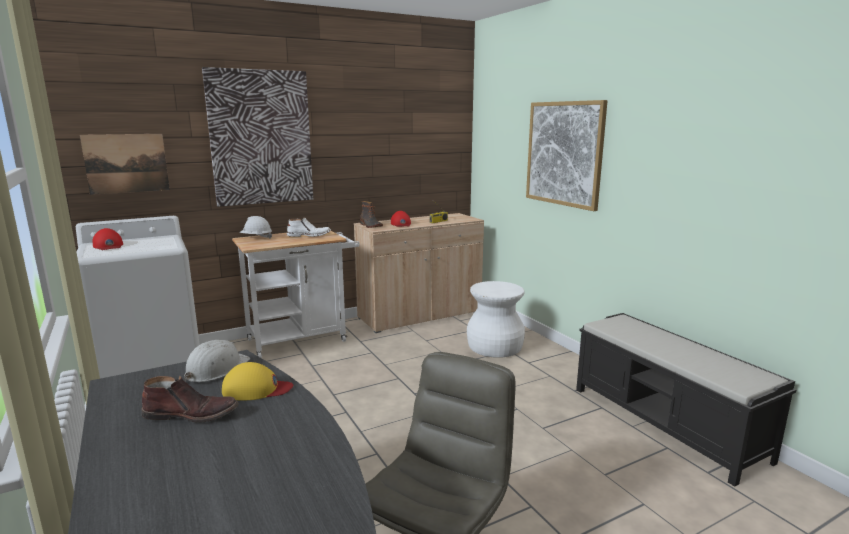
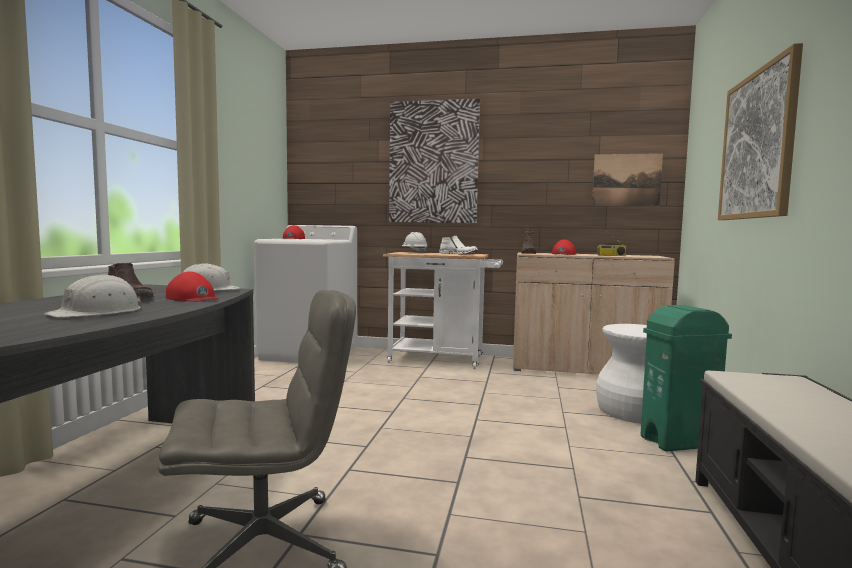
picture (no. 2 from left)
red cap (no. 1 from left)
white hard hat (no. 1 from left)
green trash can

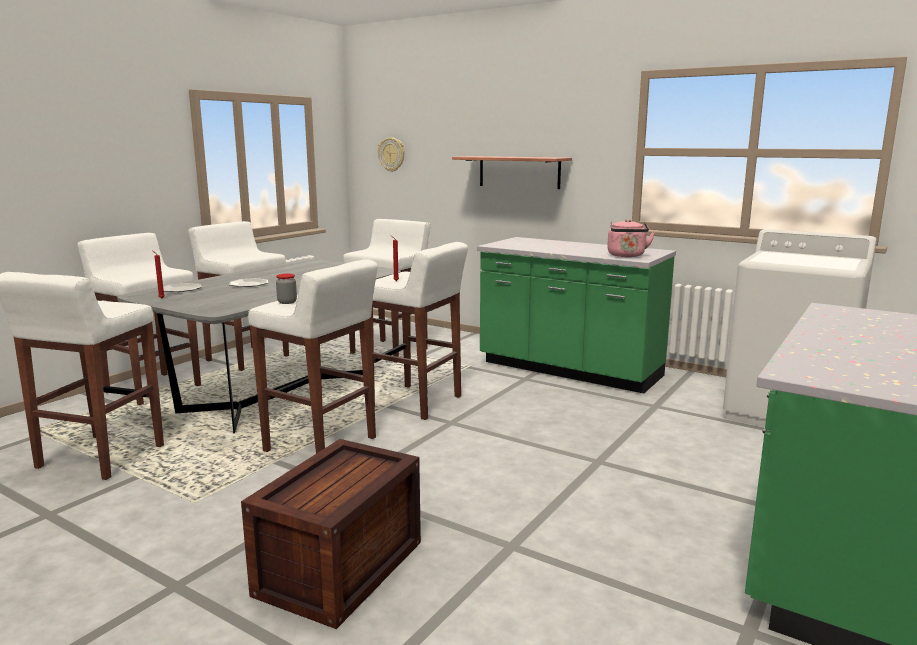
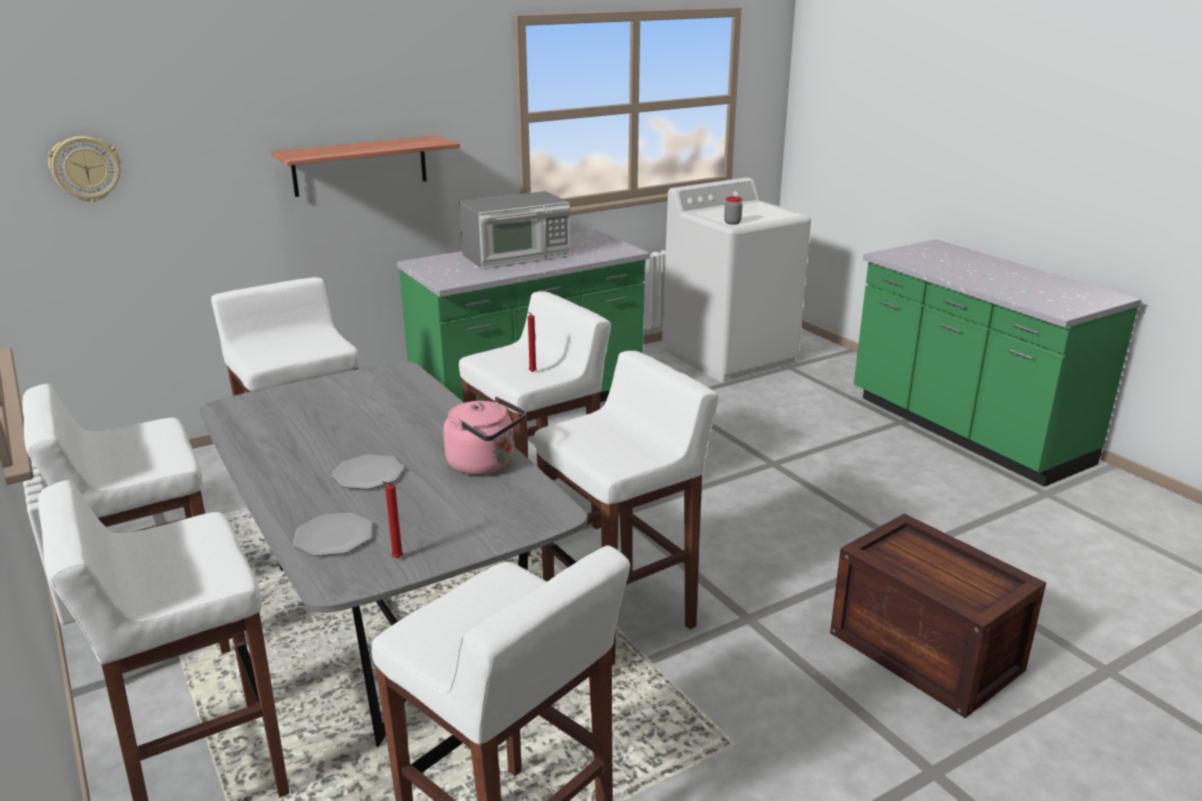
pink kettle
jar
microwave

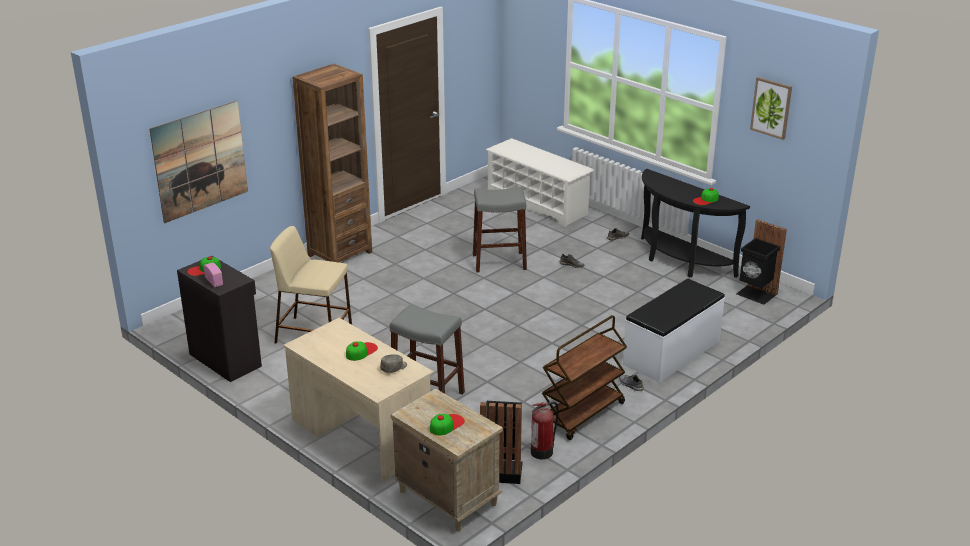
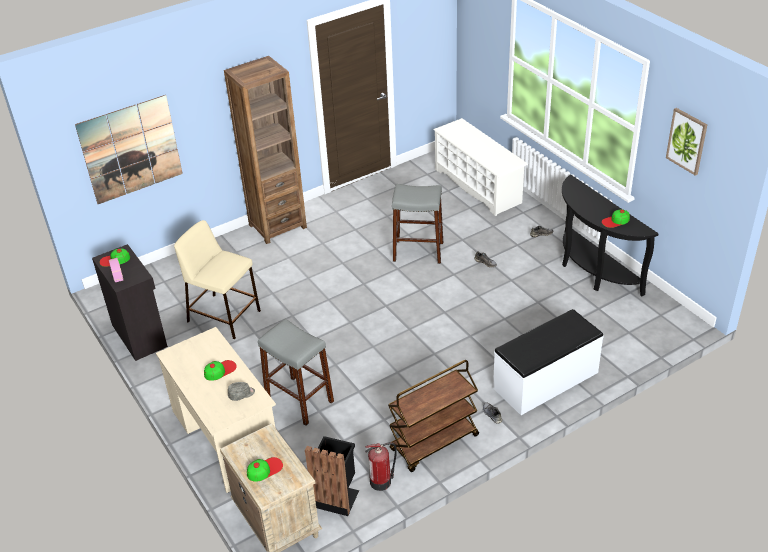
black trash can (no. 2 from left in the first image)

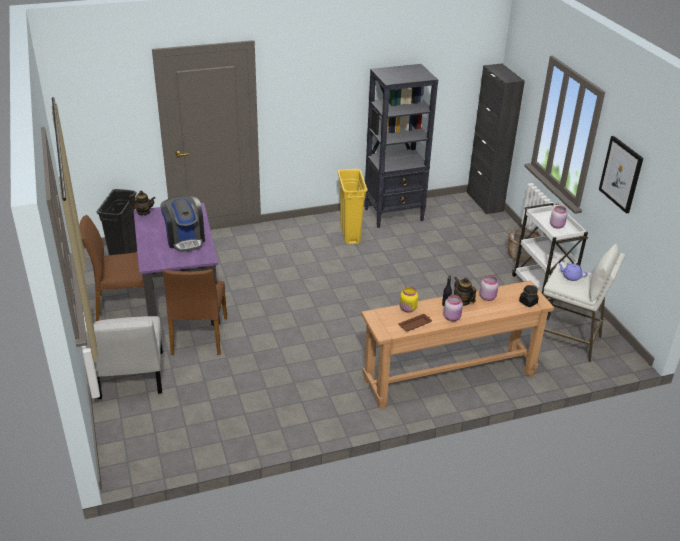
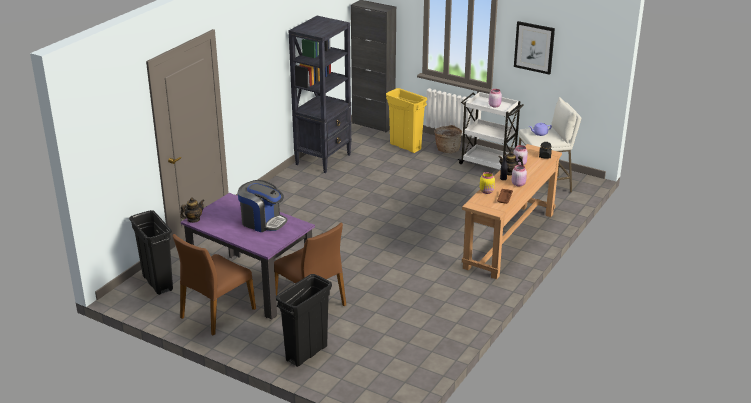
yellow trash can
black trash can (no. 2 from left)

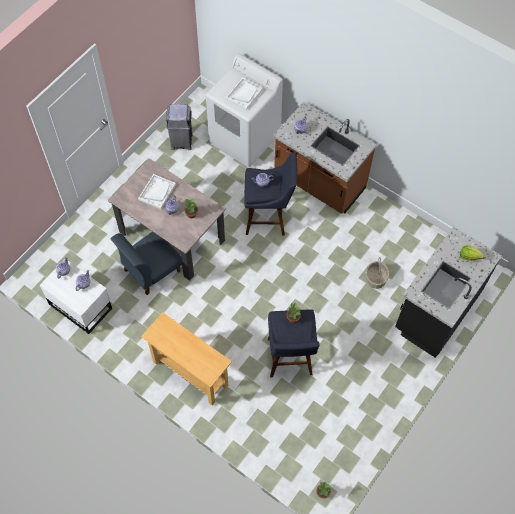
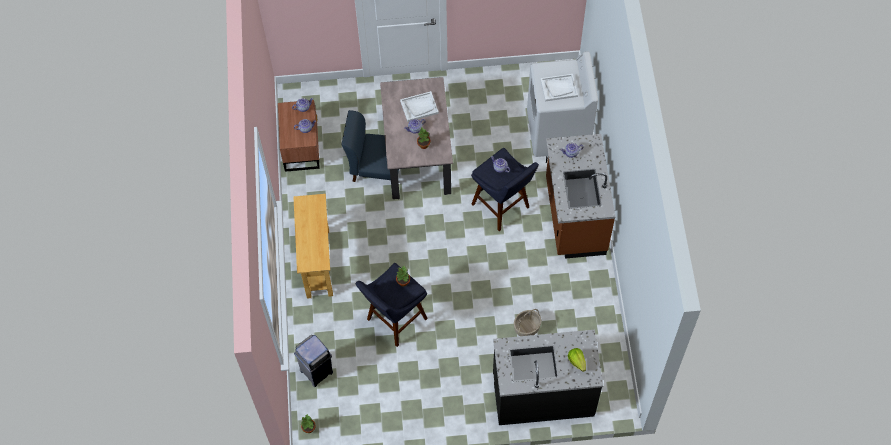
grey trash can
brown nightstand

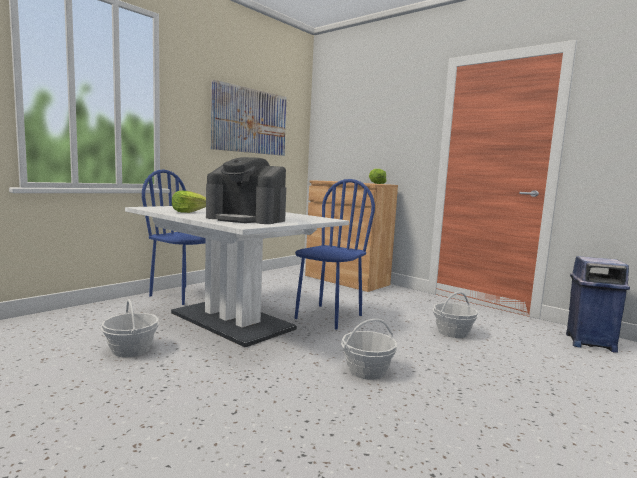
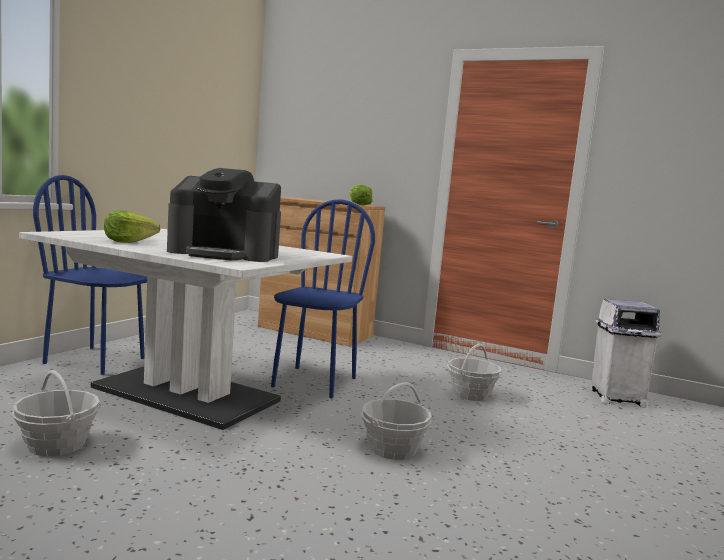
picture
white trash can

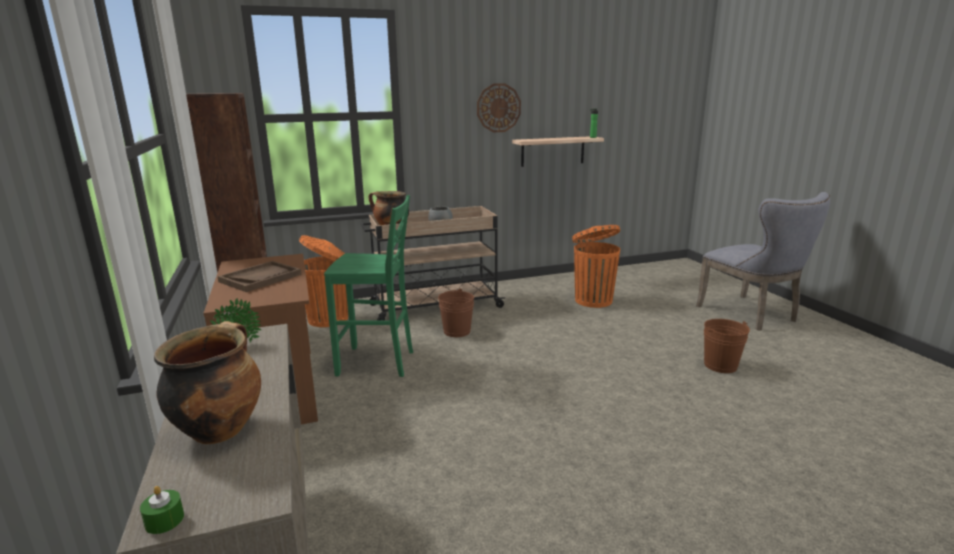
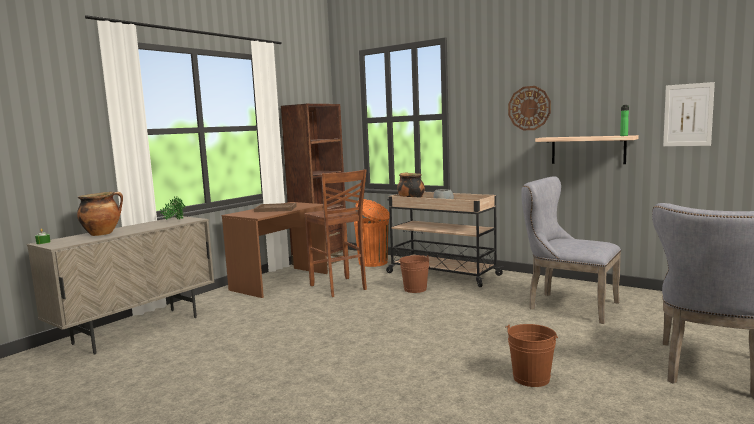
brown stool
grey chair (no. 1 from left)
picture

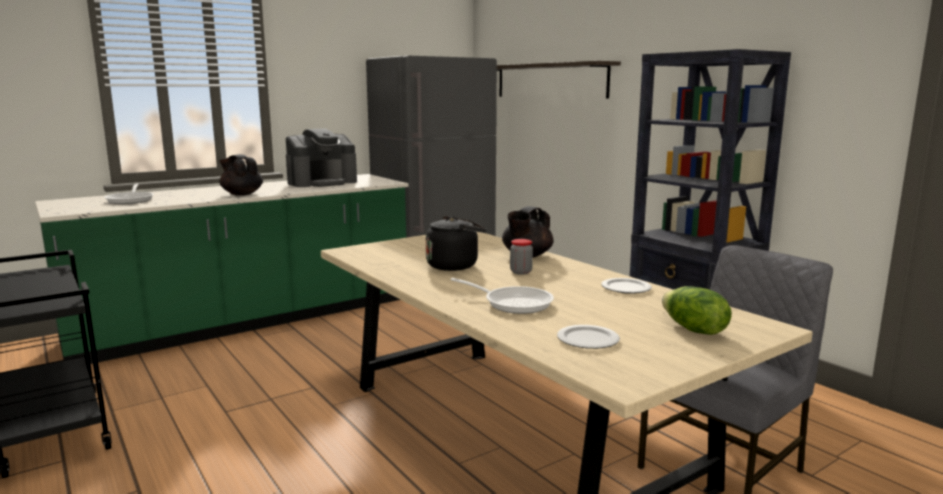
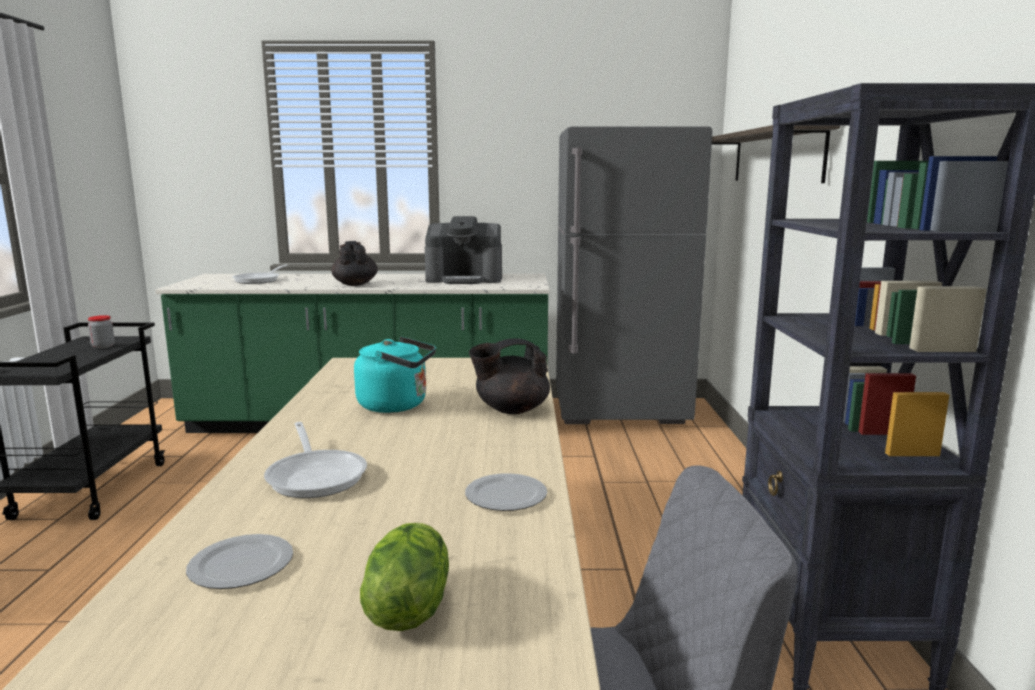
turquoise kettle
jar

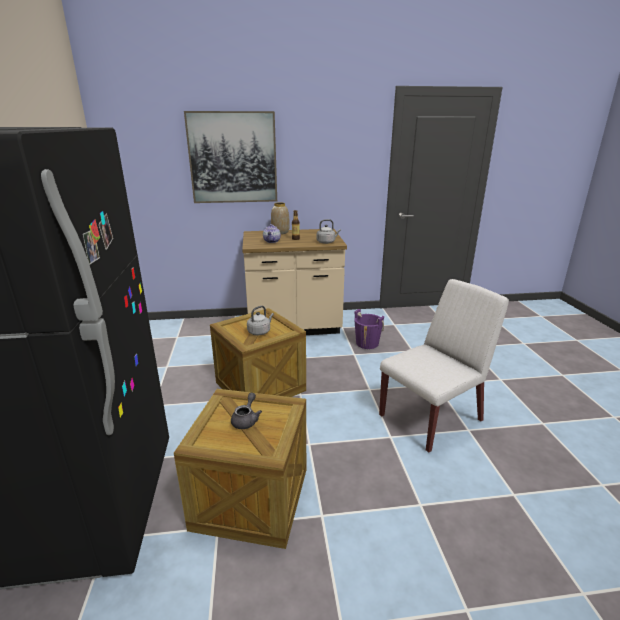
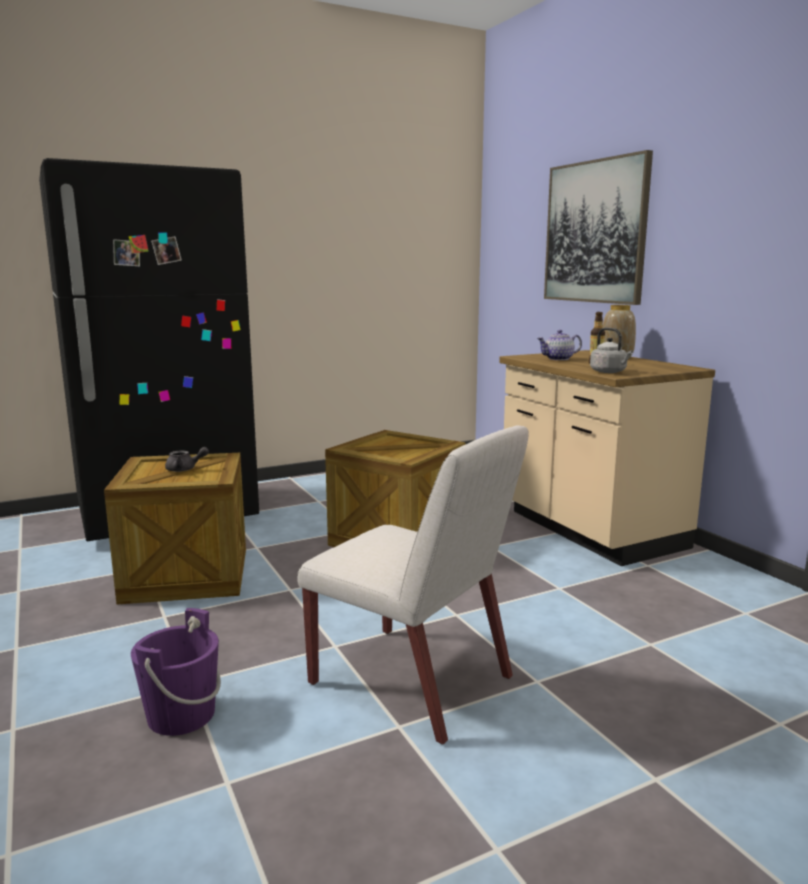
grey kettle (no. 1 from left in the first image)
purple bucket

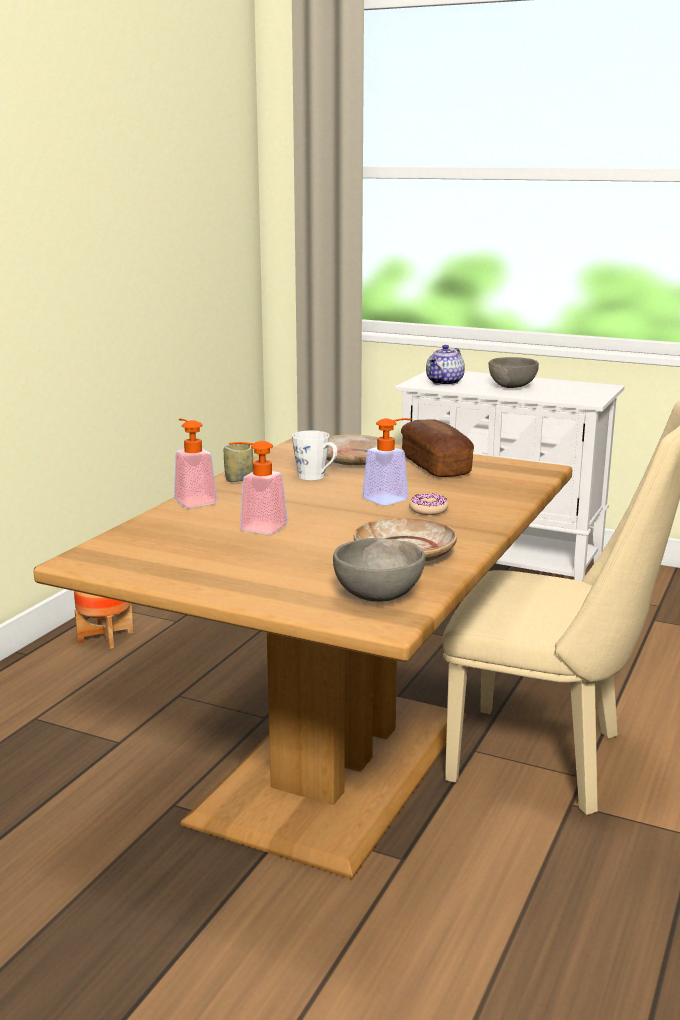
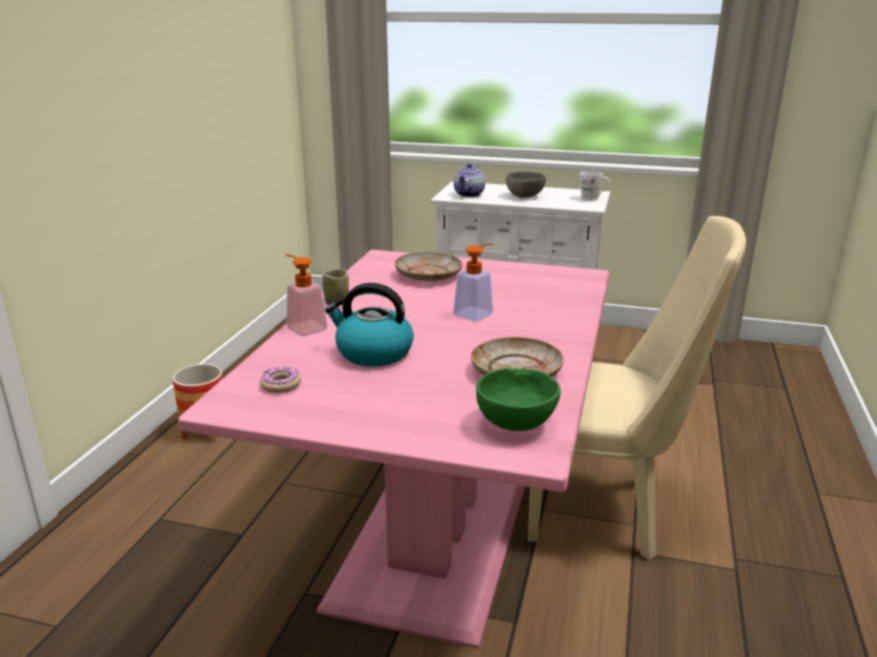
bread
white mug
pink dining table
kettle
donut
green bowl

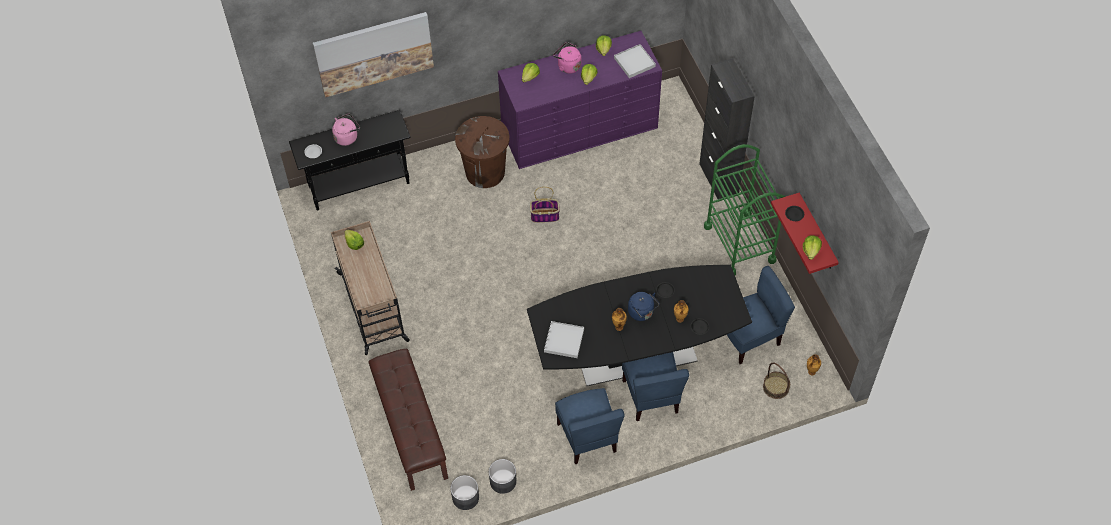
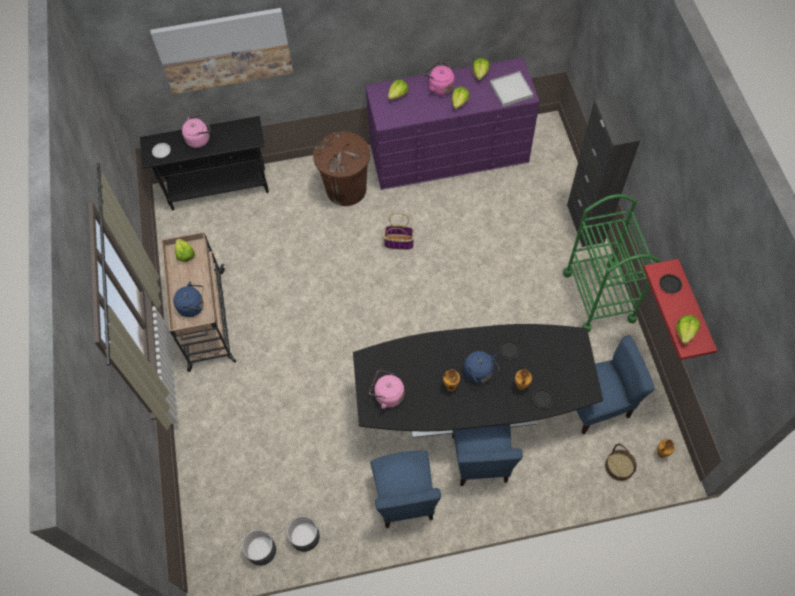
pink kettle (no. 2 from left)
brown bench
blue kettle (no. 1 from left)

